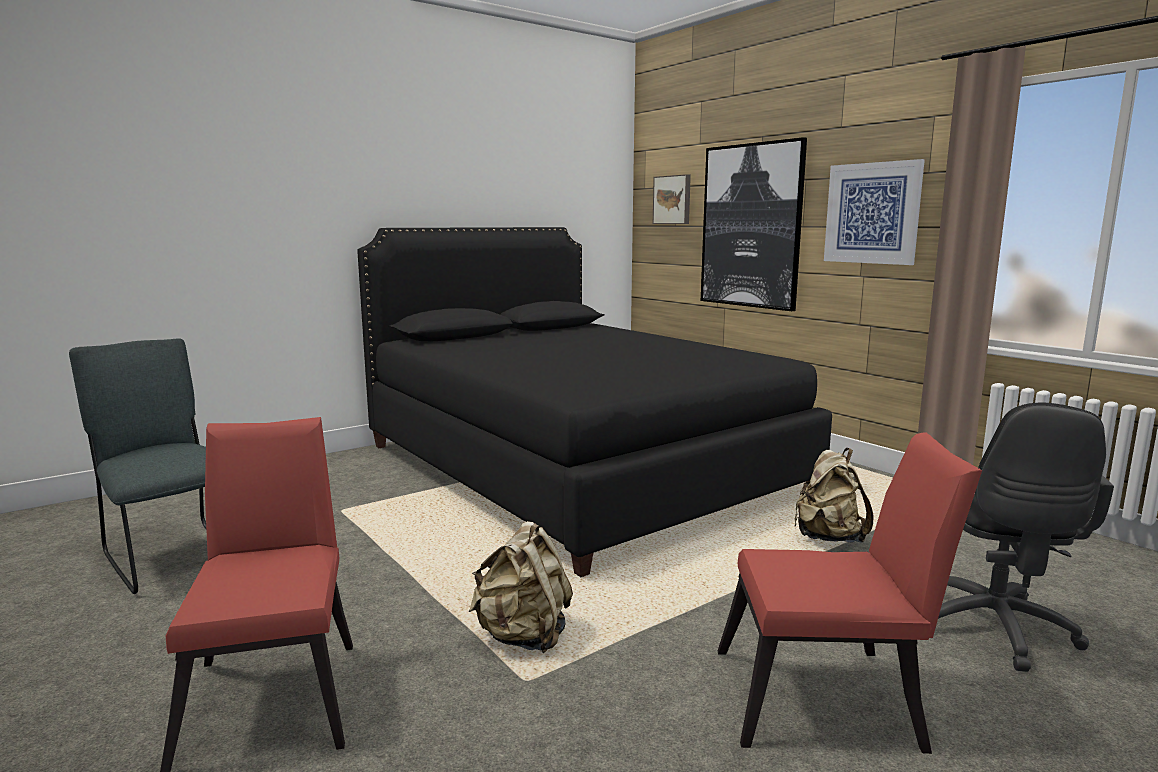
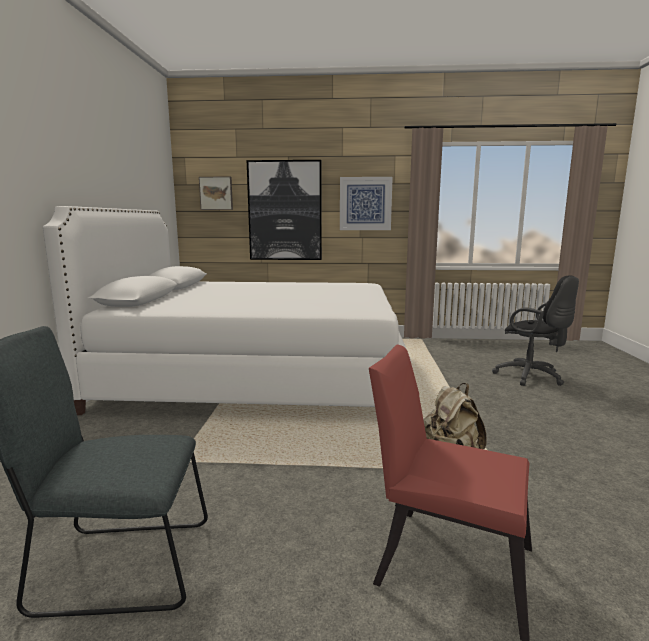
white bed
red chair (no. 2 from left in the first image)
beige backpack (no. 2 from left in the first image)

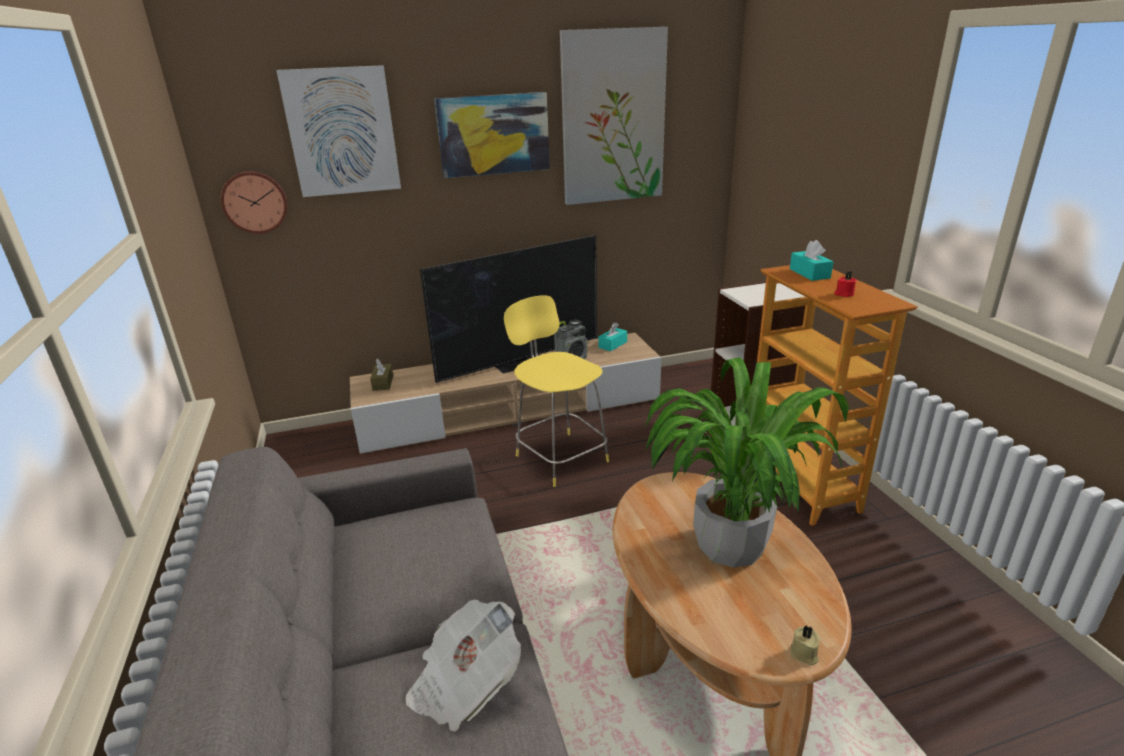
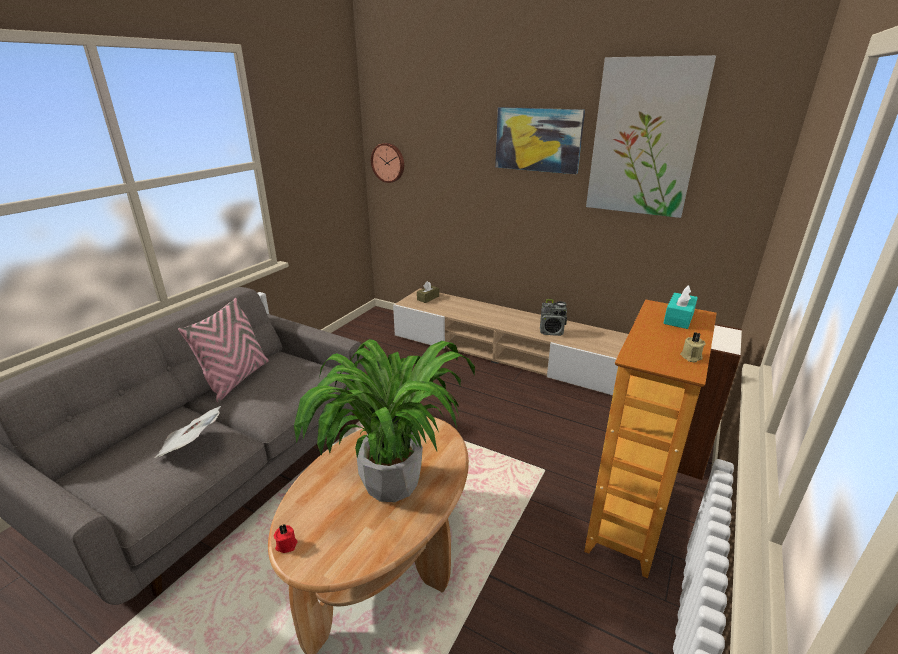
picture (no. 1 from left in the first image)
television
red candle
yellow stool
turquoise tissue box (no. 1 from left in the first image)
beige candle
pink pillow

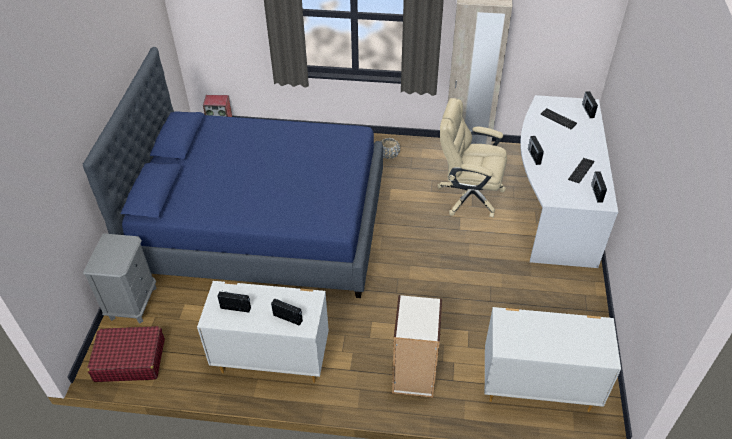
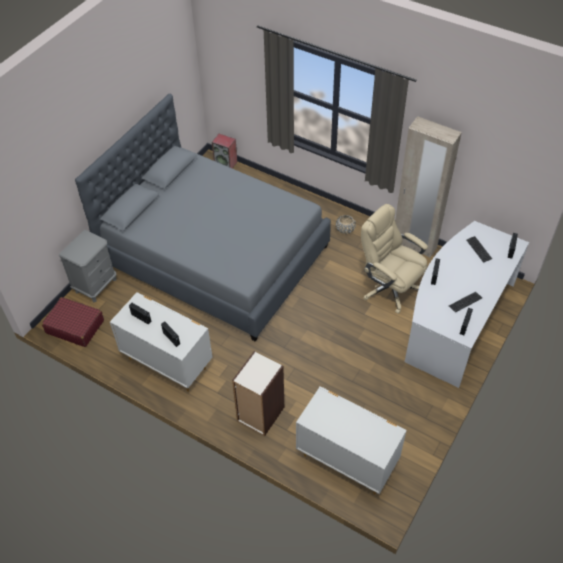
grey bed

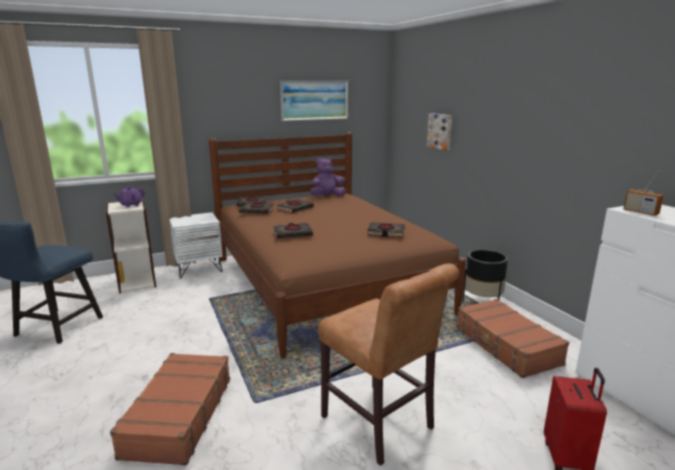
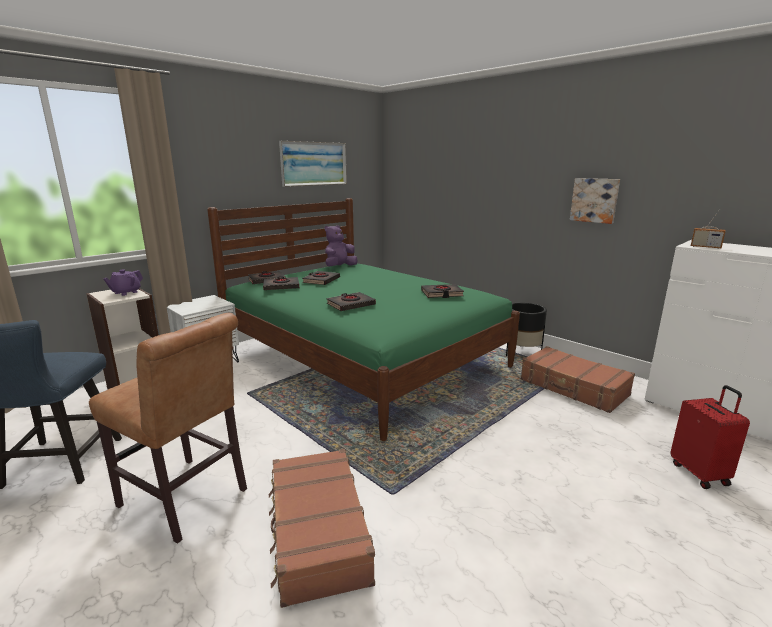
picture (no. 2 from left)
green bed
brown chair

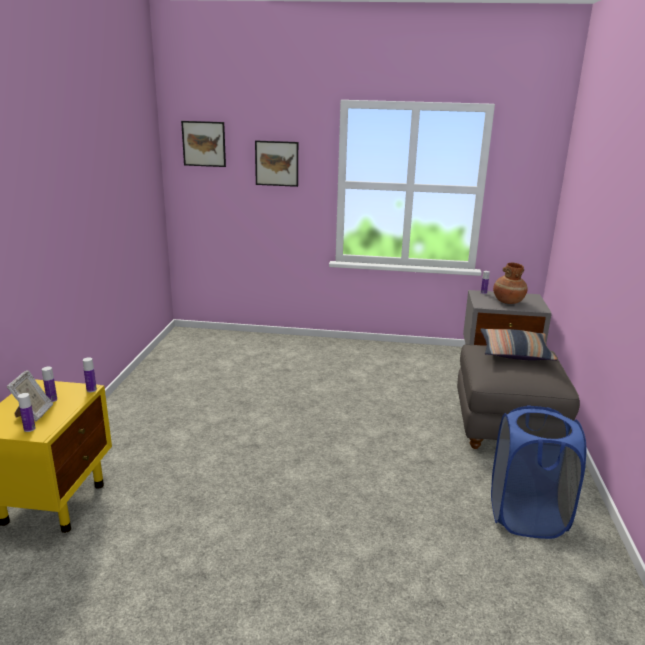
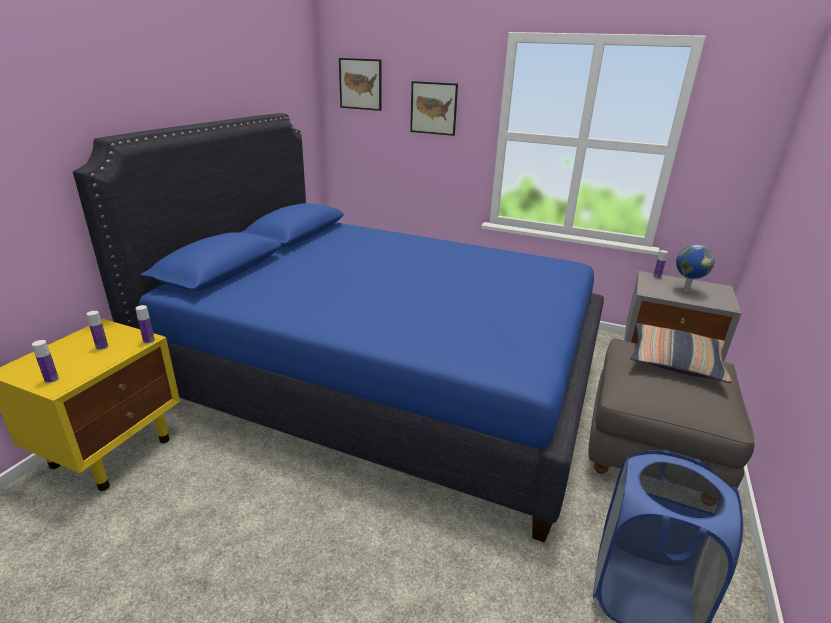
globe
picture frame
blue bed

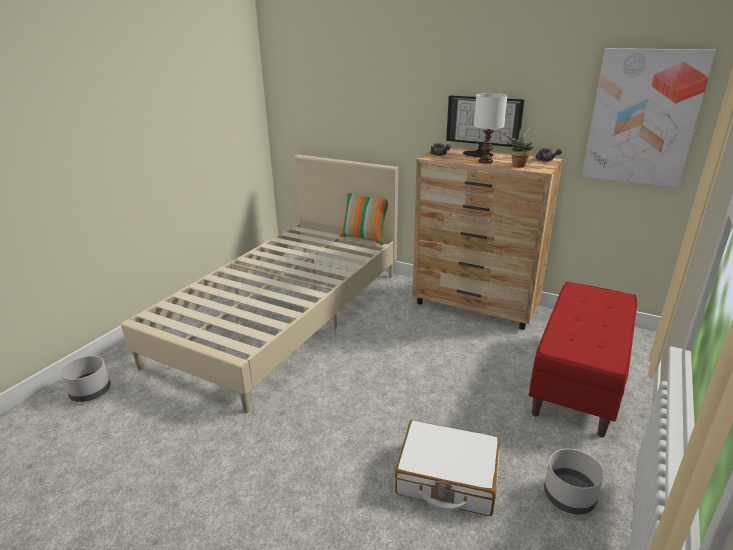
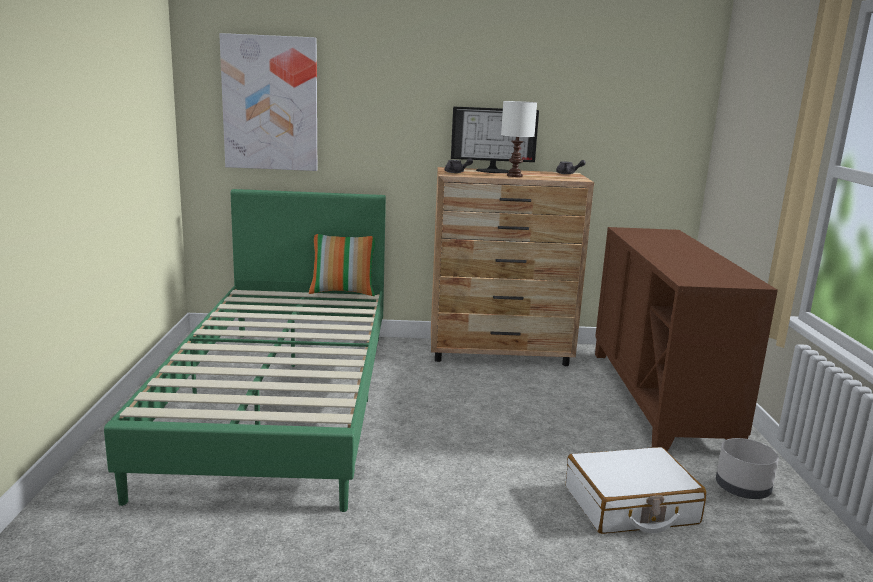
picture
potted plant
green bed
brown cabinet
grey planter (no. 1 from left in the first image)

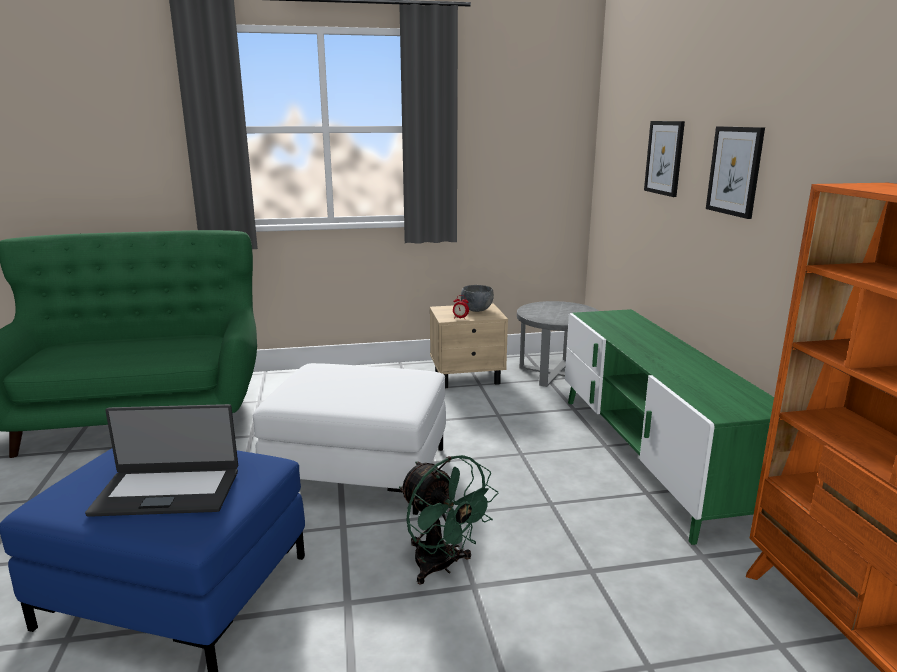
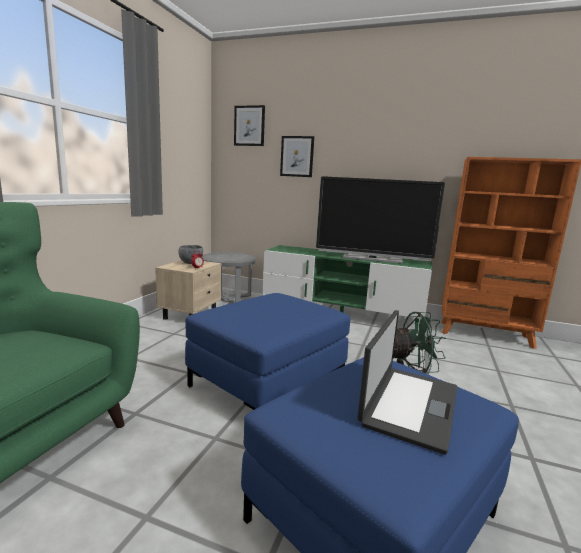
picture (no. 1 from left)
blue ottoman (no. 1 from left)
television

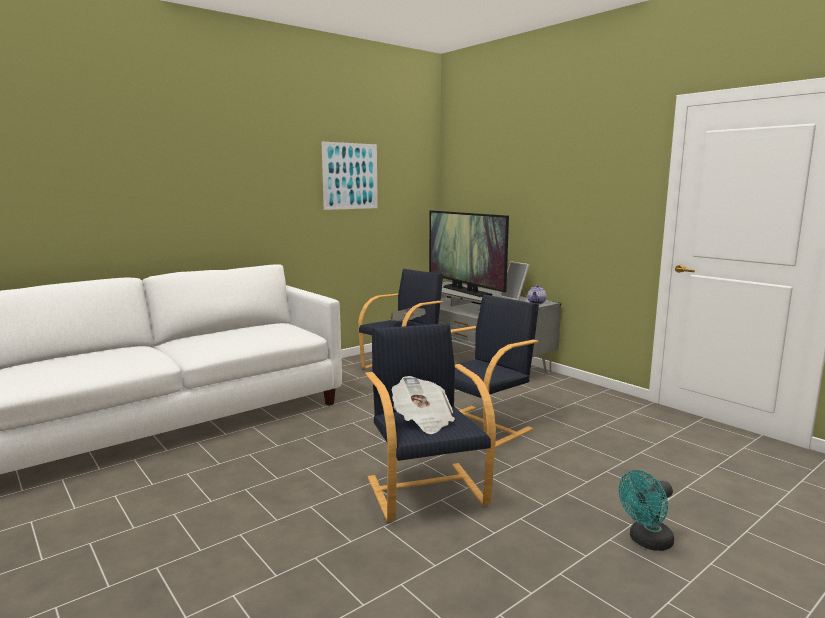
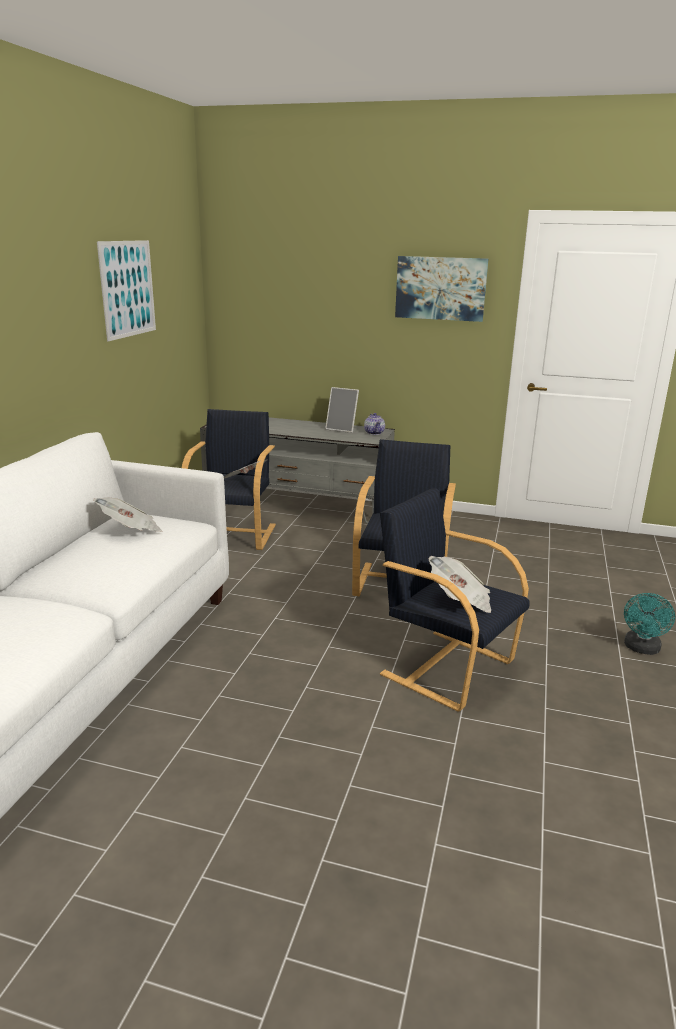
television
picture (no. 2 from left)
newspaper (no. 1 from left)

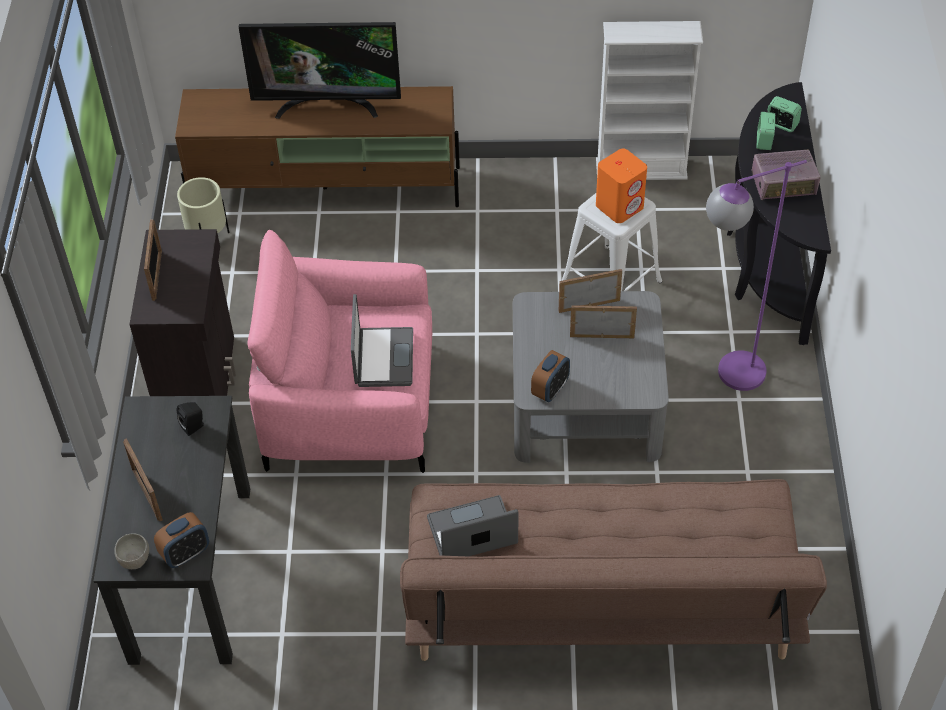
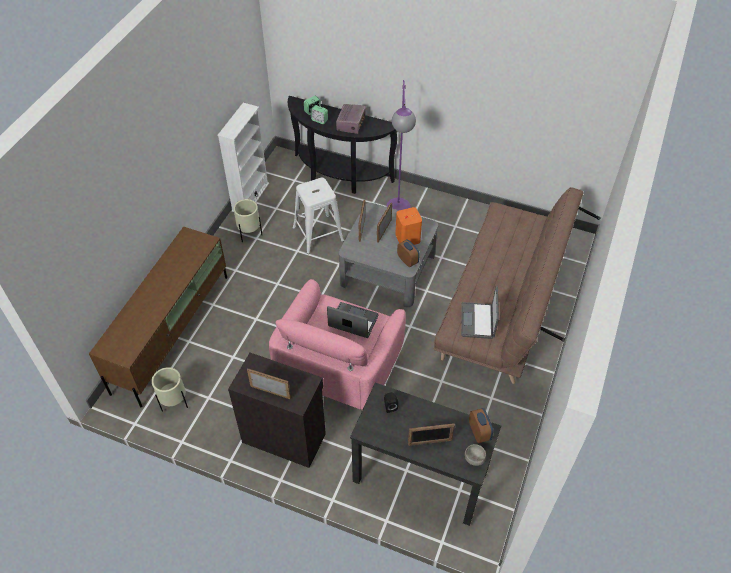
television
orange speaker
beige planter (no. 2 from left)

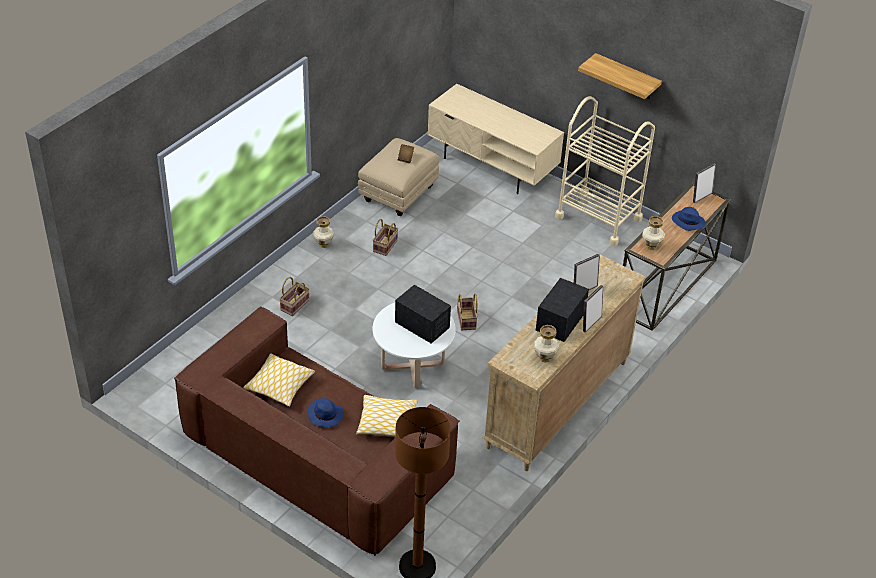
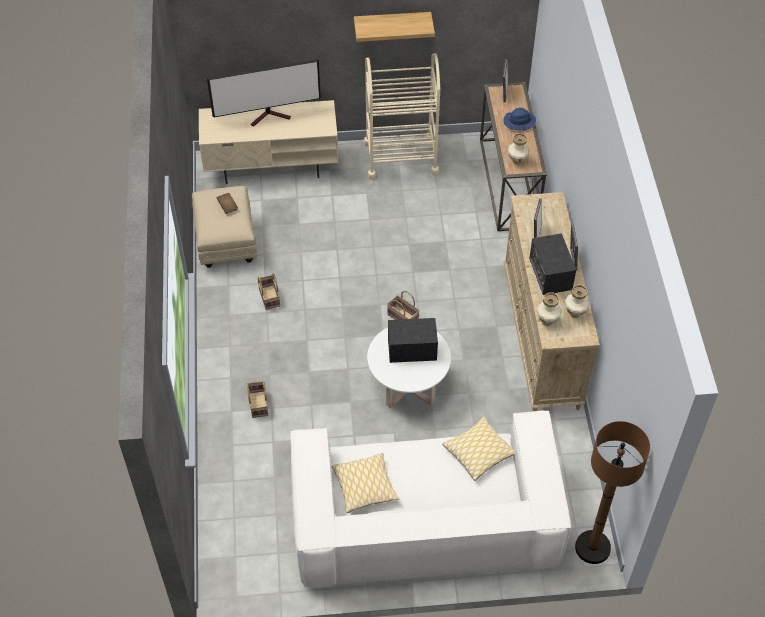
vase (no. 2 from left)
white sofa
blue hat (no. 1 from left in the first image)
television

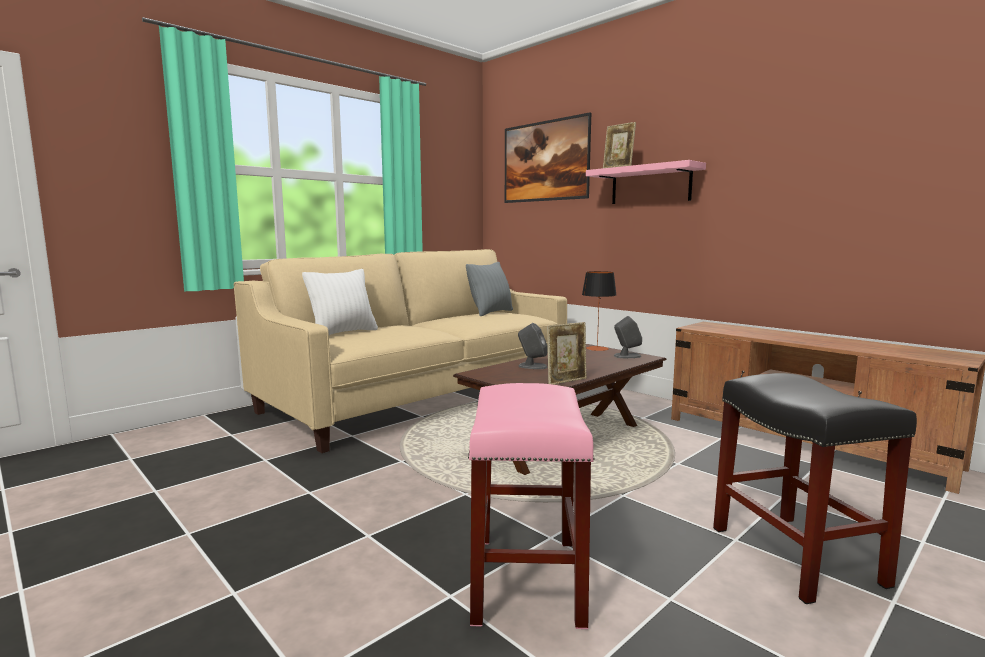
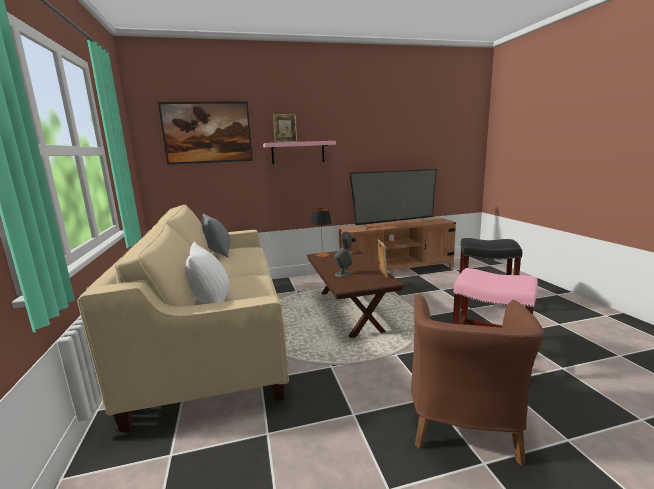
television
brown armchair

